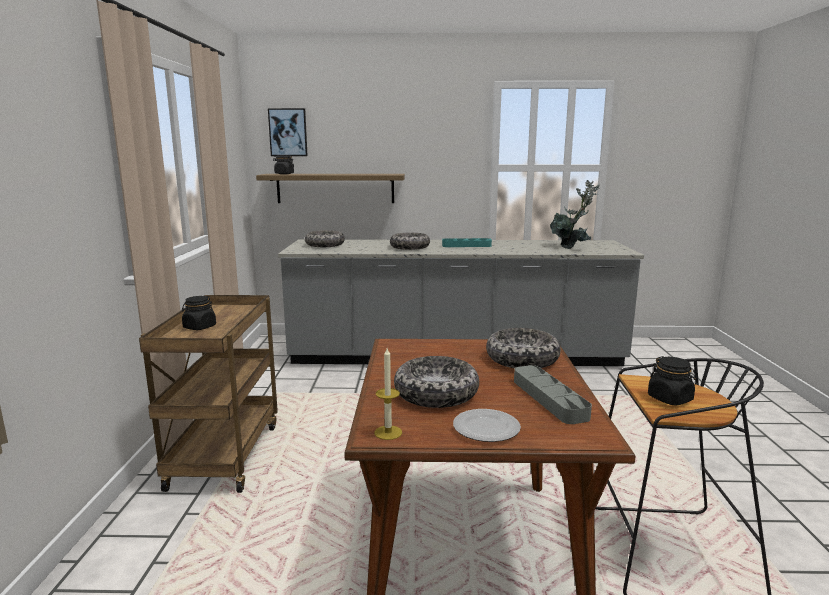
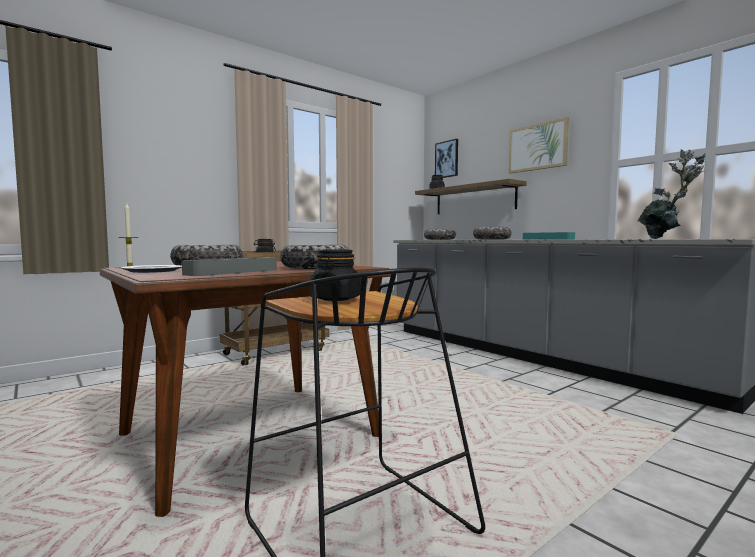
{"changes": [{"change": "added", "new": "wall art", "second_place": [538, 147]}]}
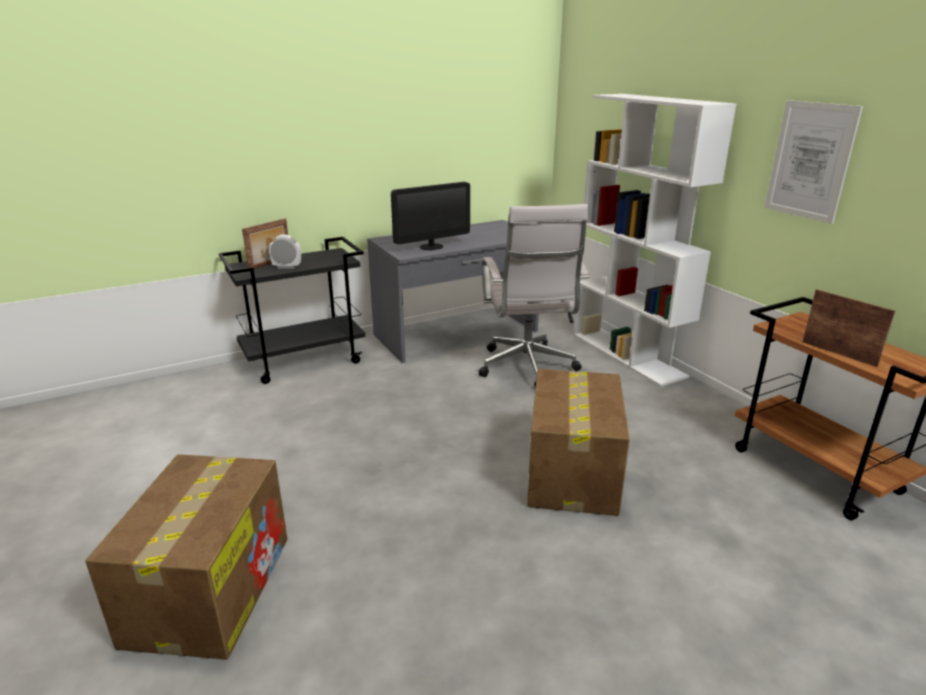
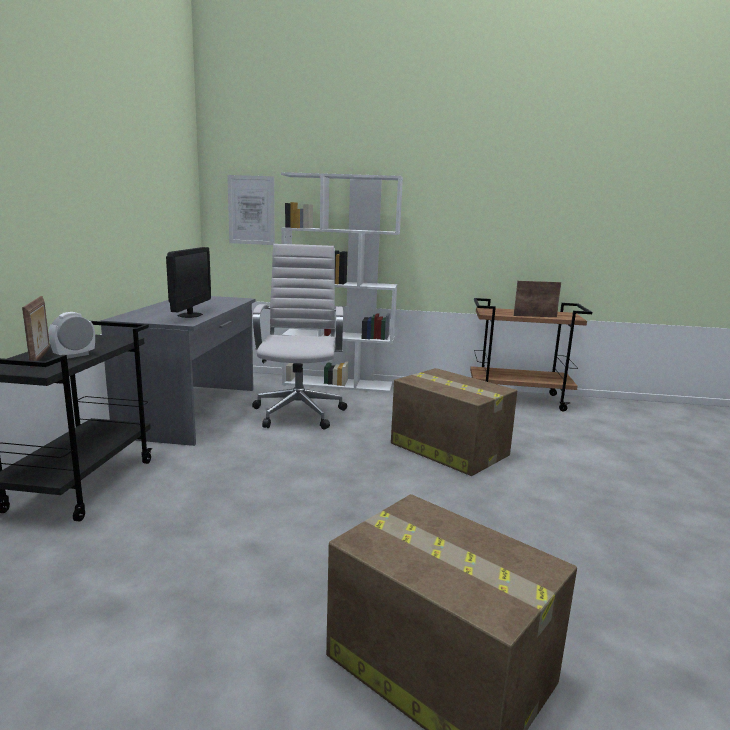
{"changes": [{"change": "moved", "old": "wall art", "first_place": [810, 161], "second_place": [251, 210]}, {"change": "turned", "old": "computer chair/whitish", "first_place": [527, 369], "second_place": [299, 412], "degrees": -120}]}
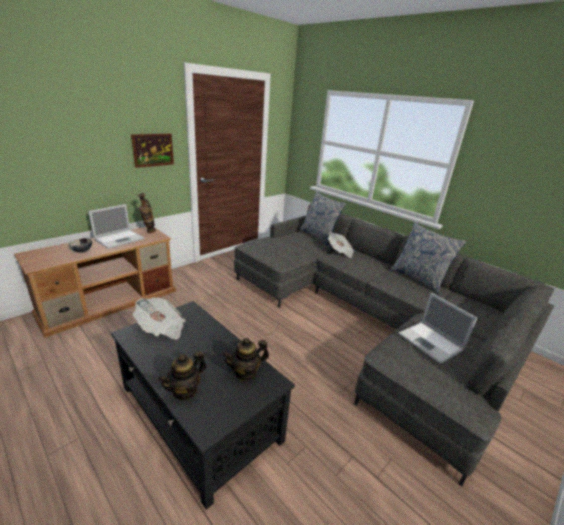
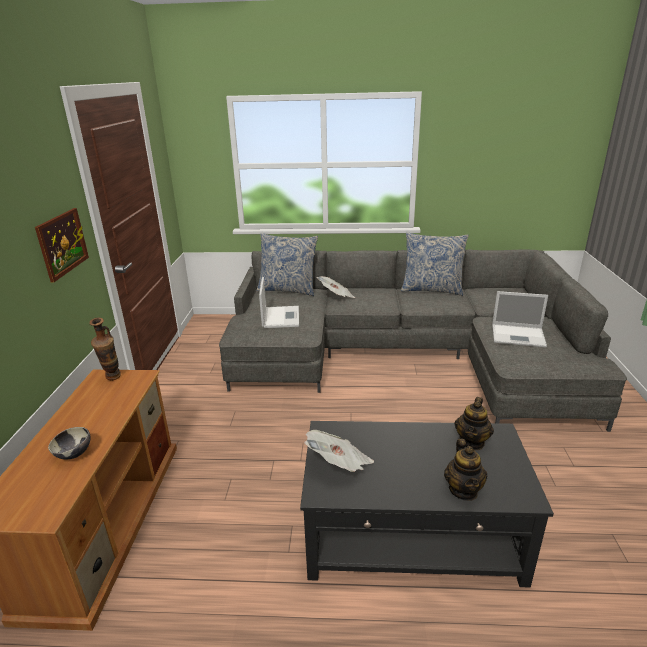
{"changes": [{"change": "moved", "old": "portable computer", "first_place": [120, 239], "second_place": [280, 317]}]}
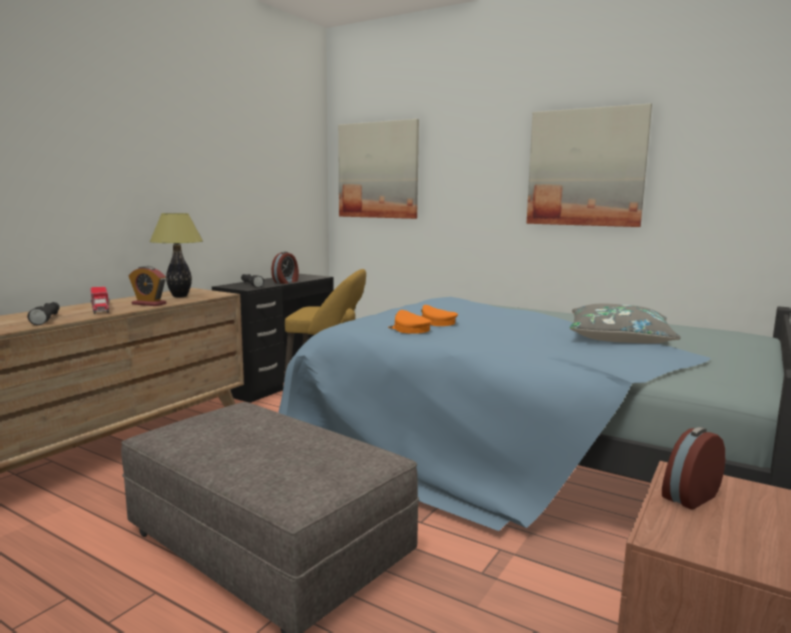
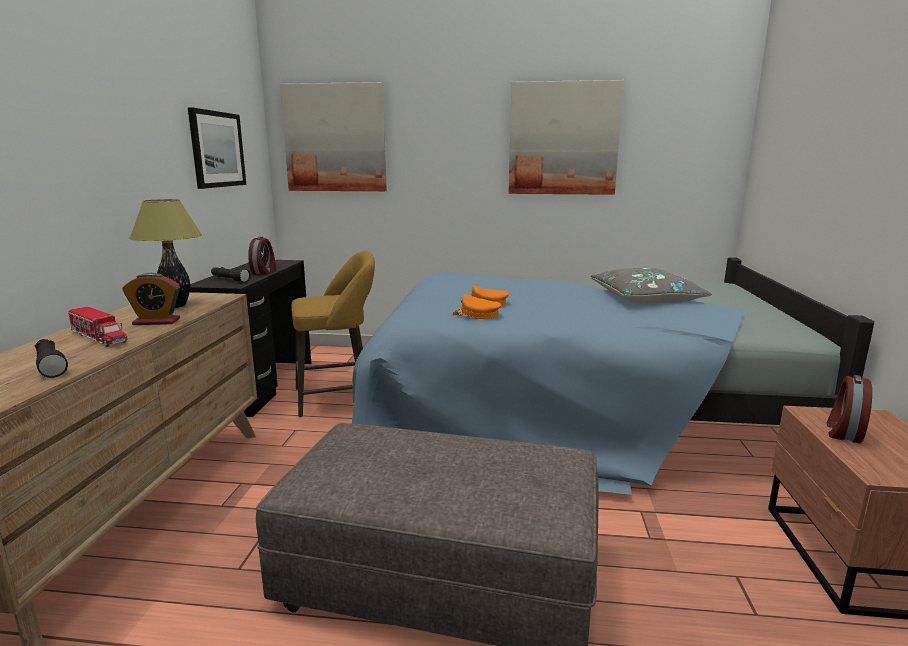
{"changes": [{"change": "added", "new": "wall art", "second_place": [217, 149]}]}
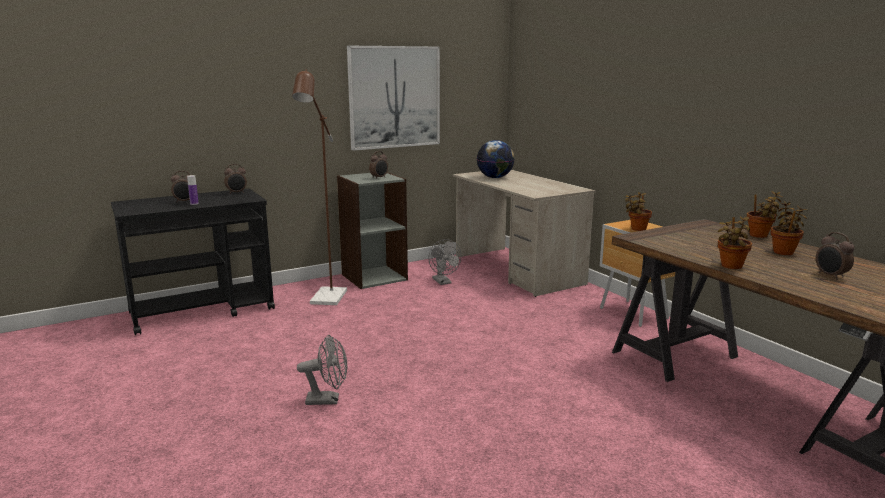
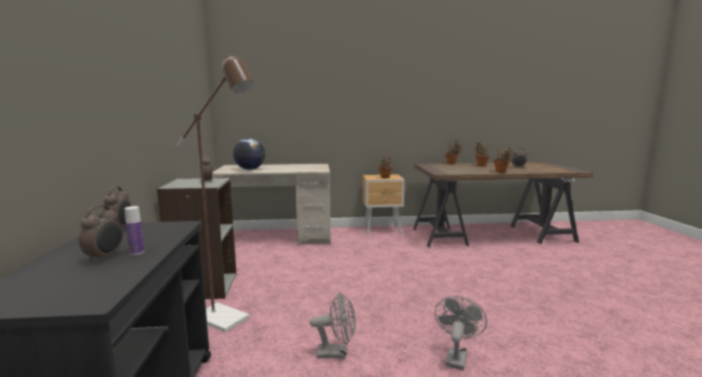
{"changes": [{"change": "moved", "old": "cooling fan/gray", "first_place": [443, 282], "second_place": [337, 353]}, {"change": "removed", "old": "wall art", "first_place": [394, 97]}]}
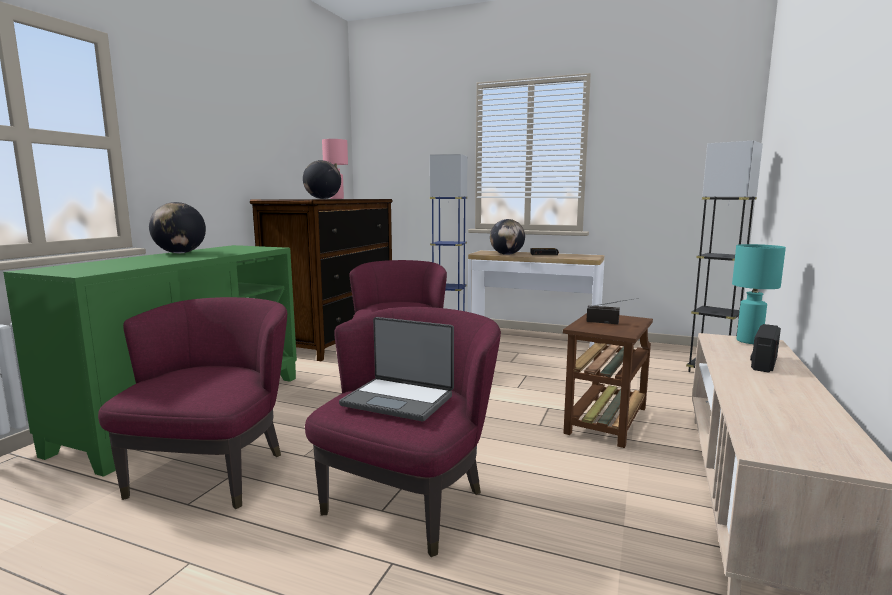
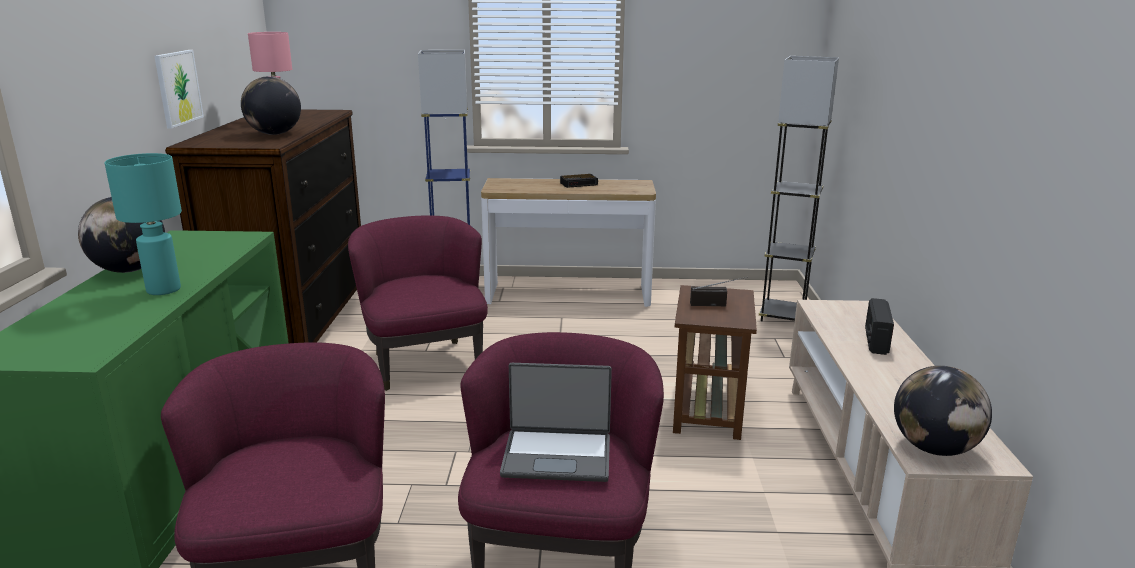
{"changes": [{"change": "moved", "old": "lamp for a table/turquoise-coloured", "first_place": [749, 341], "second_place": [163, 290]}, {"change": "added", "new": "wall art", "second_place": [178, 88]}, {"change": "moved", "old": "world globe", "first_place": [507, 254], "second_place": [934, 448]}]}
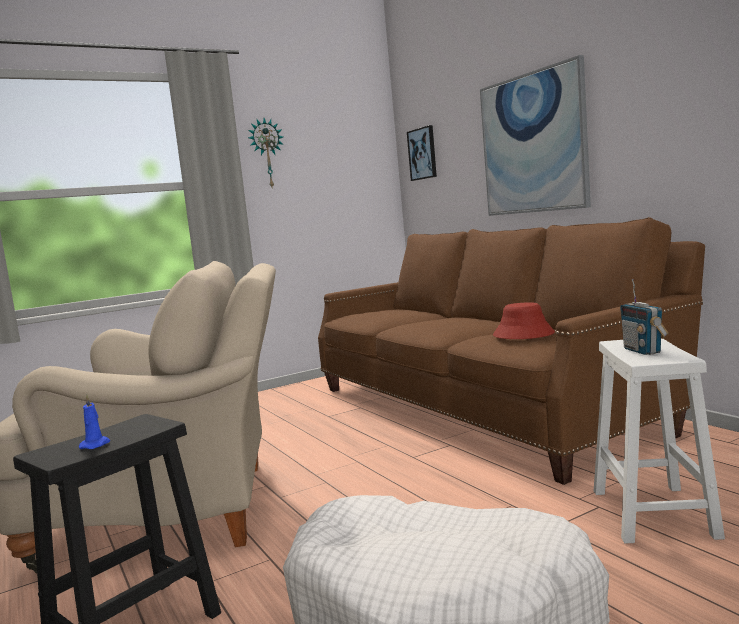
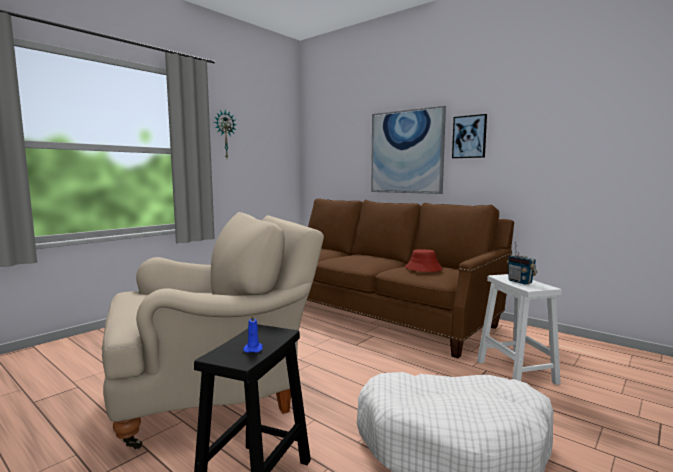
{"changes": [{"change": "moved", "old": "wall art", "first_place": [422, 153], "second_place": [469, 137]}]}
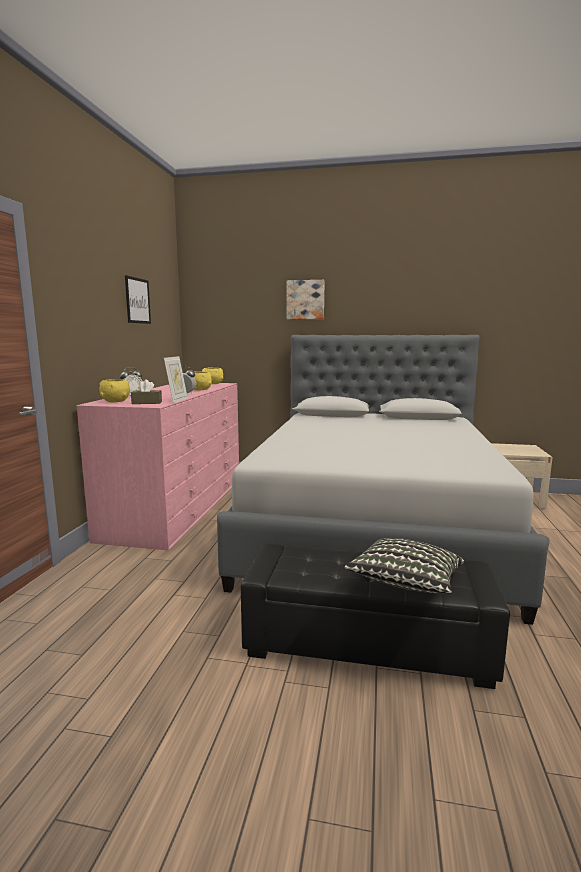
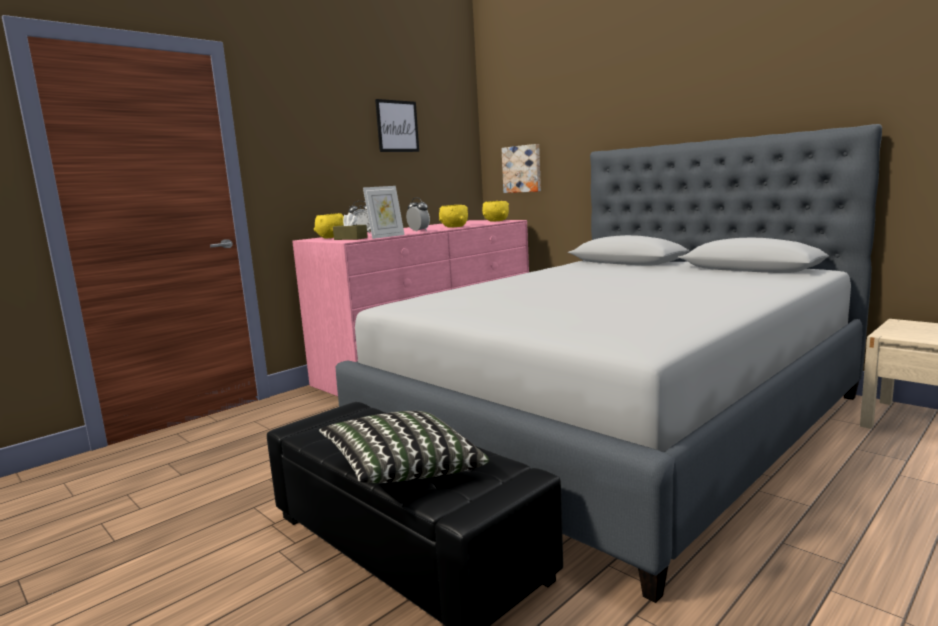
{"changes": [{"change": "moved", "old": "wall art", "first_place": [305, 300], "second_place": [522, 169]}]}
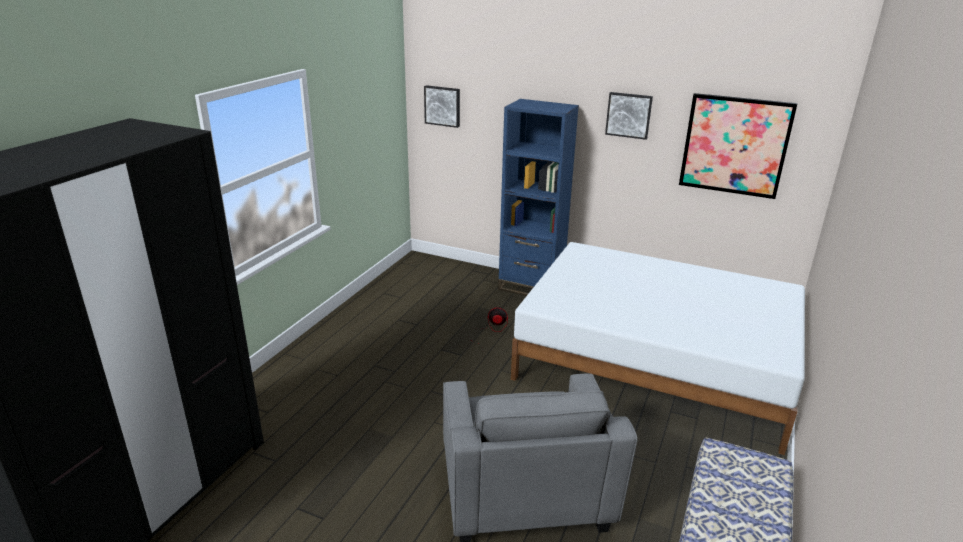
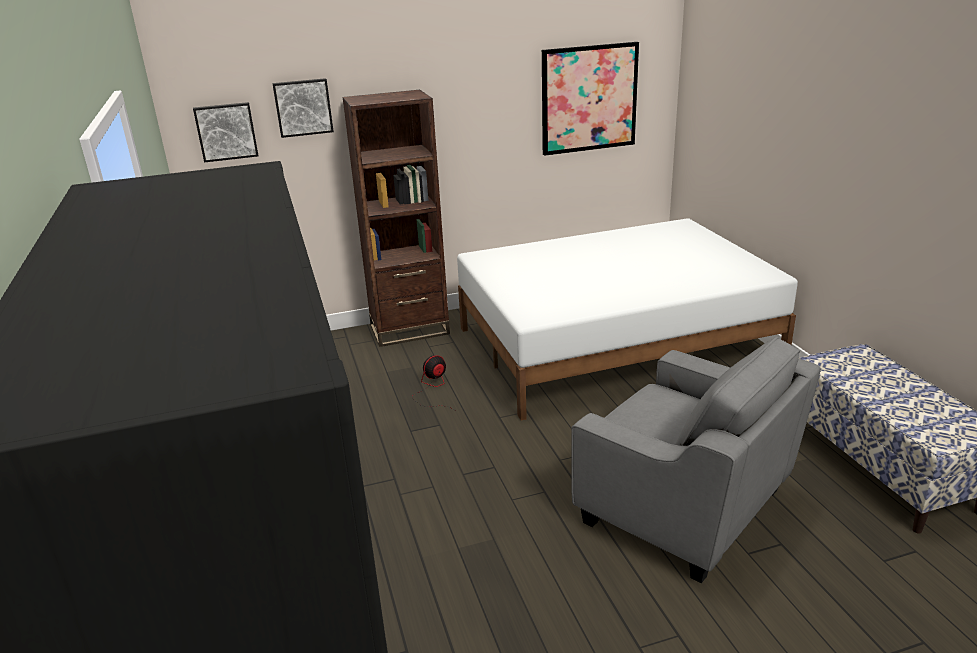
{"changes": [{"change": "moved", "old": "wall art", "first_place": [629, 115], "second_place": [303, 107]}, {"change": "recoloured", "old": "bookshelf/bluish", "new": "bookshelf/brown", "first_place": [531, 287], "second_place": [409, 330]}]}
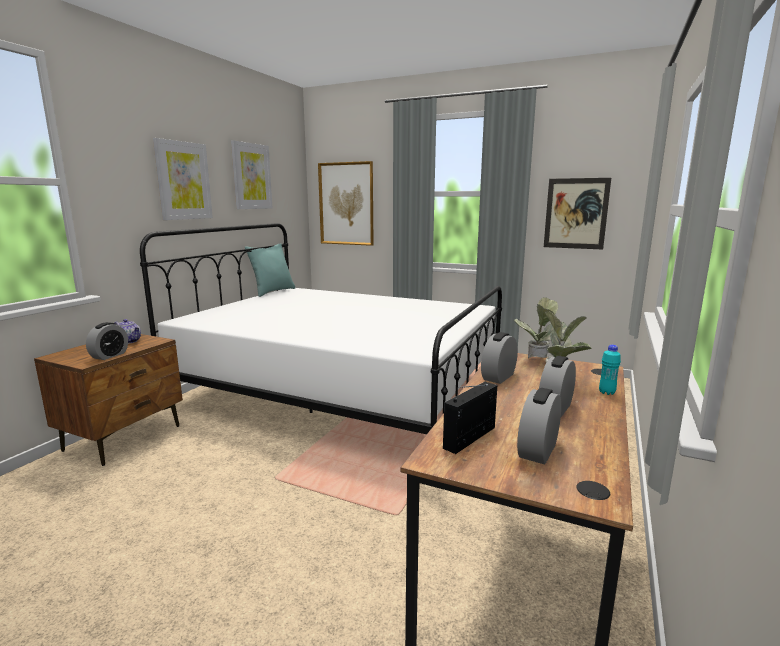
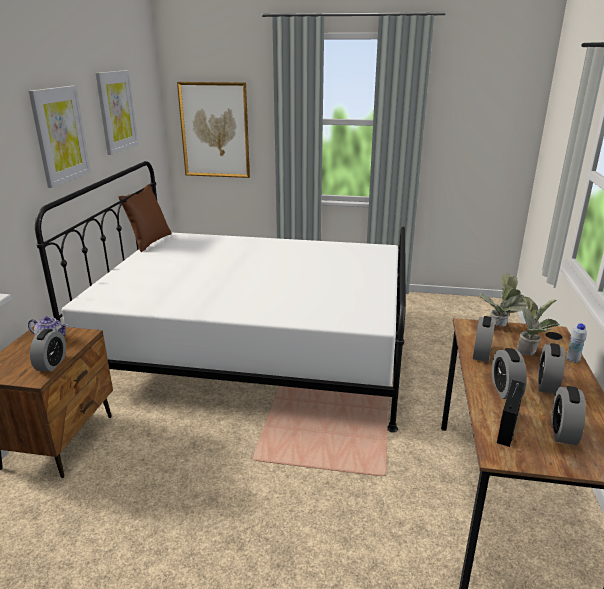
{"changes": [{"change": "recoloured", "old": "cushion/turquoise-coloured", "new": "cushion/brown", "first_place": [272, 292], "second_place": [149, 242]}, {"change": "added", "new": "table clock", "second_place": [505, 390]}, {"change": "recoloured", "old": "beverage bottle/turquoise-coloured", "new": "beverage bottle/whitish", "first_place": [607, 392], "second_place": [572, 360]}, {"change": "removed", "old": "wall art", "first_place": [576, 213]}]}
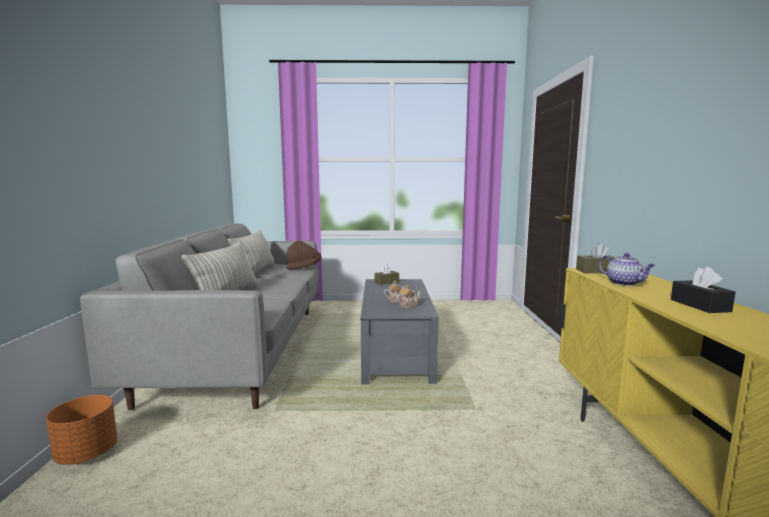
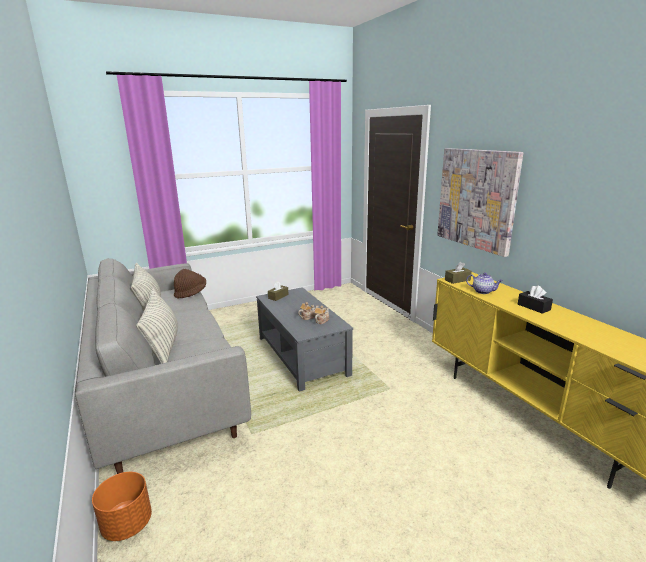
{"changes": [{"change": "added", "new": "wall art", "second_place": [477, 199]}]}
